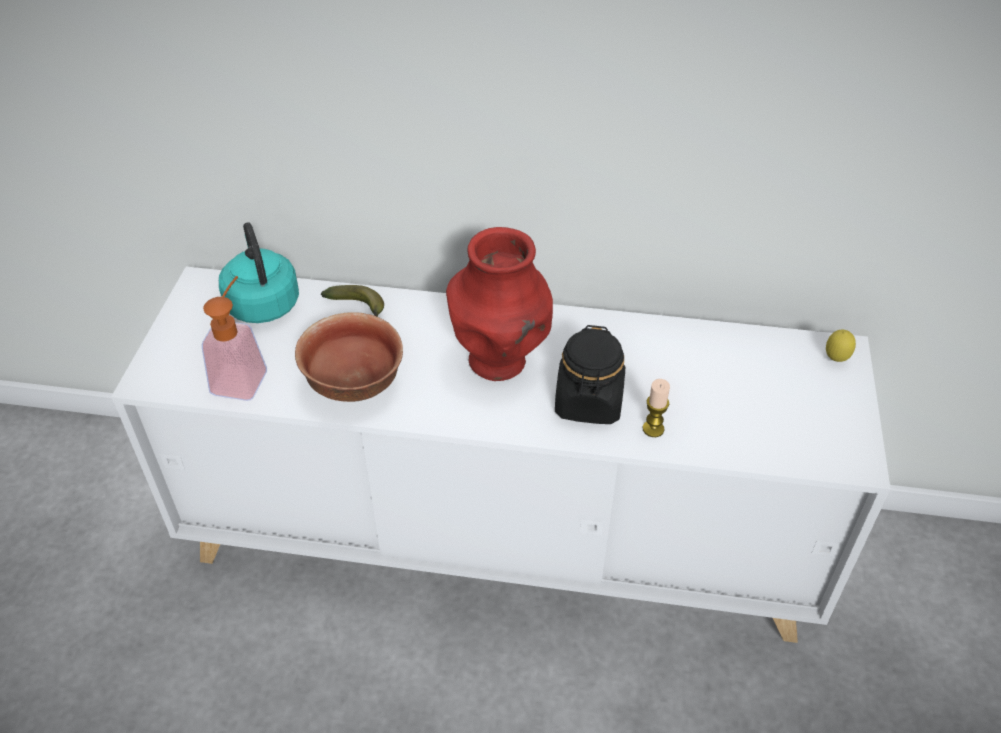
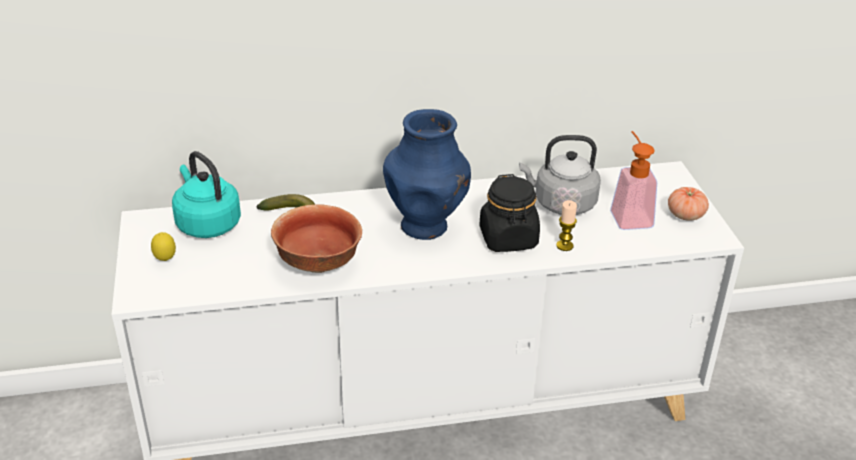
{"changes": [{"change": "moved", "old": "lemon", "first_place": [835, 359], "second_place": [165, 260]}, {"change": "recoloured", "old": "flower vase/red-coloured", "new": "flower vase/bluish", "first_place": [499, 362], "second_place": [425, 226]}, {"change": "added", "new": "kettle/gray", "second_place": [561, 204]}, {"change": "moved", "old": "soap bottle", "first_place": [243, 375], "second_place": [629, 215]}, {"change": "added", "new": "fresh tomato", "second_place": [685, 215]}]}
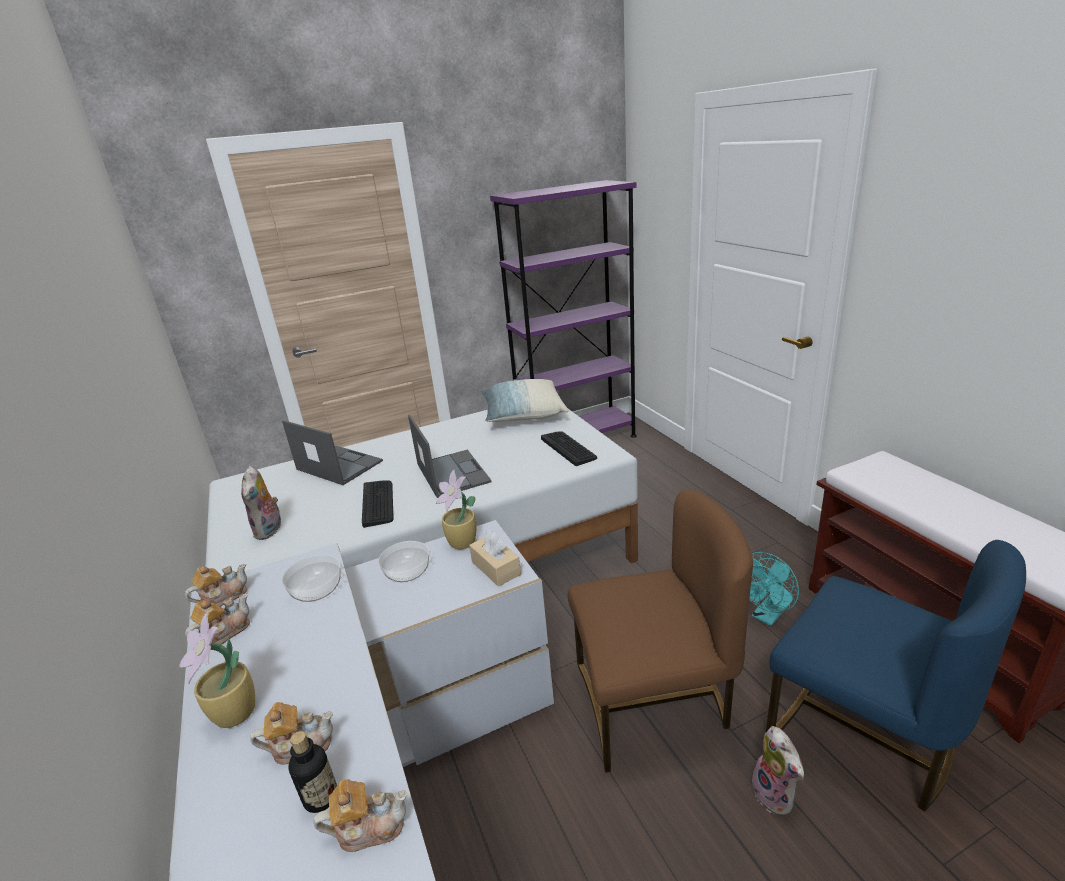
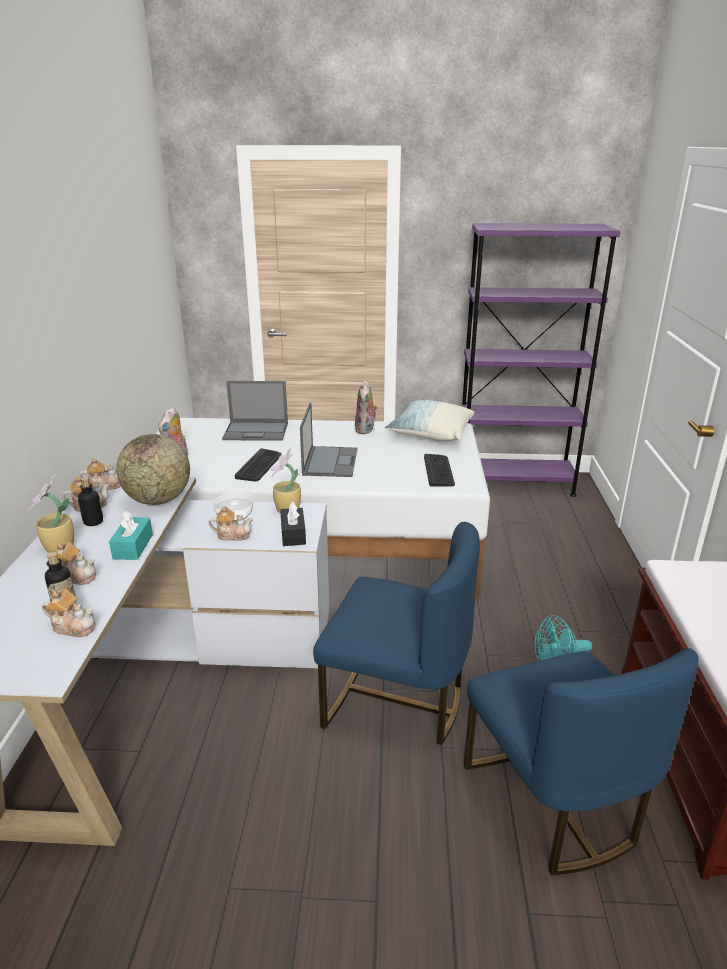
{"changes": [{"change": "added", "new": "beverage bottle", "second_place": [93, 522]}, {"change": "added", "new": "tissue box/turquoise-coloured", "second_place": [133, 546]}, {"change": "replaced", "old": "serving bowl", "new": "world globe", "first_place": [317, 589], "second_place": [158, 500]}, {"change": "added", "new": "tea pot", "second_place": [232, 535]}, {"change": "turned", "old": "portable computer", "first_place": [338, 465], "second_place": [257, 431], "degrees": 120}, {"change": "recoloured", "old": "tissue box/beige-coloured", "new": "tissue box/black", "first_place": [496, 568], "second_place": [293, 534]}, {"change": "recoloured", "old": "plain chair/brown", "new": "plain chair/bluish", "first_place": [652, 703], "second_place": [396, 701]}, {"change": "moved", "old": "cuddly toy", "first_place": [776, 795], "second_place": [366, 430]}]}
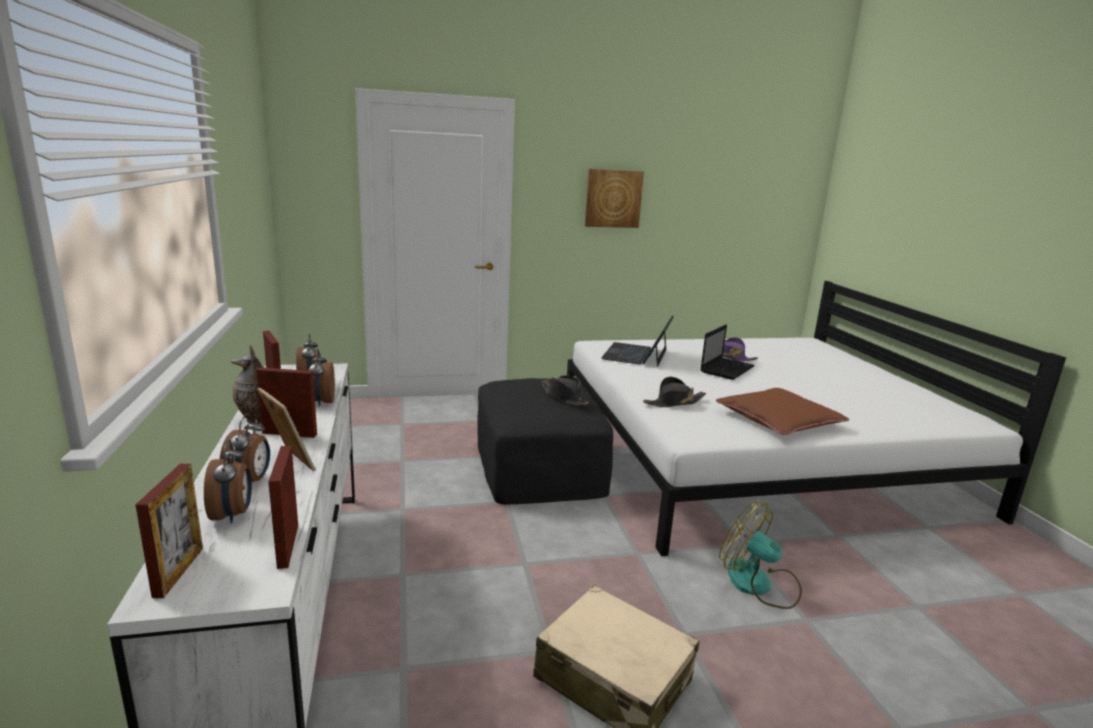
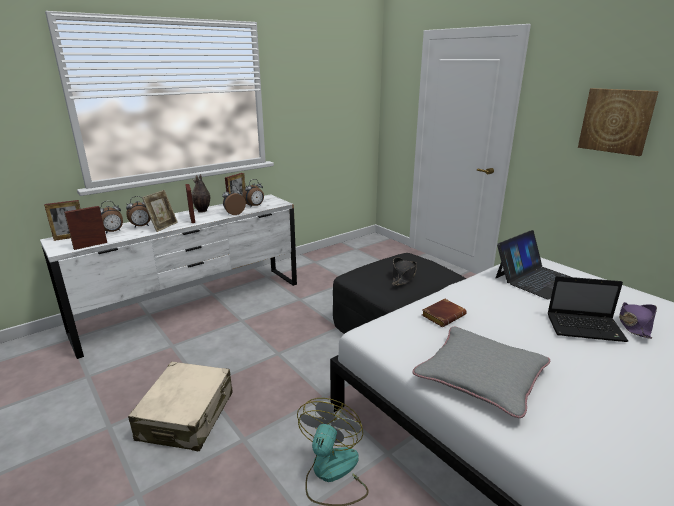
{"changes": [{"change": "recoloured", "old": "cushion/brown", "new": "cushion/gray", "first_place": [778, 420], "second_place": [480, 376]}, {"change": "replaced", "old": "hat/black", "new": "volume/brown", "first_place": [674, 402], "second_place": [443, 315]}, {"change": "turned", "old": "portable computer", "first_place": [636, 354], "second_place": [536, 279], "degrees": 150}]}
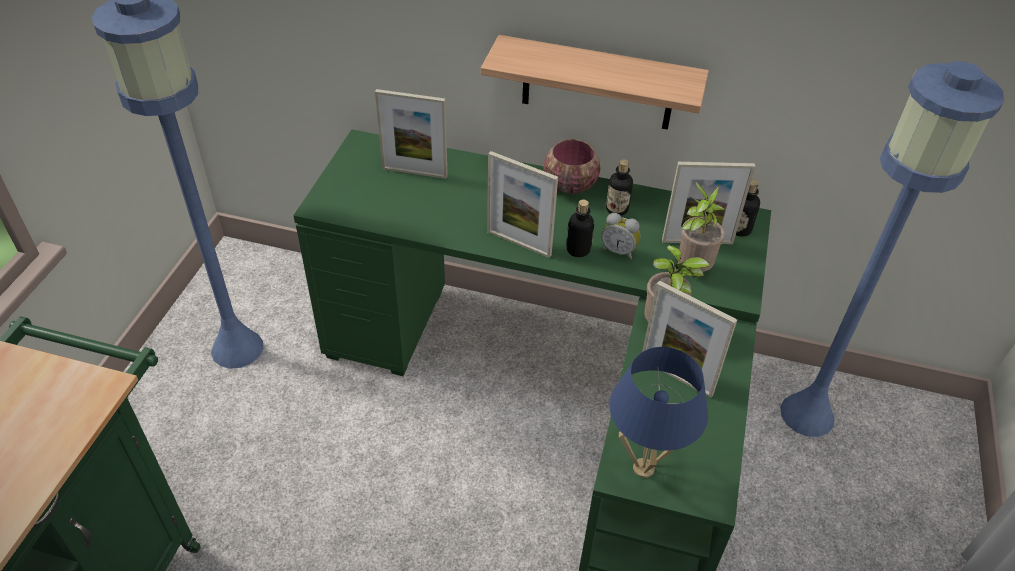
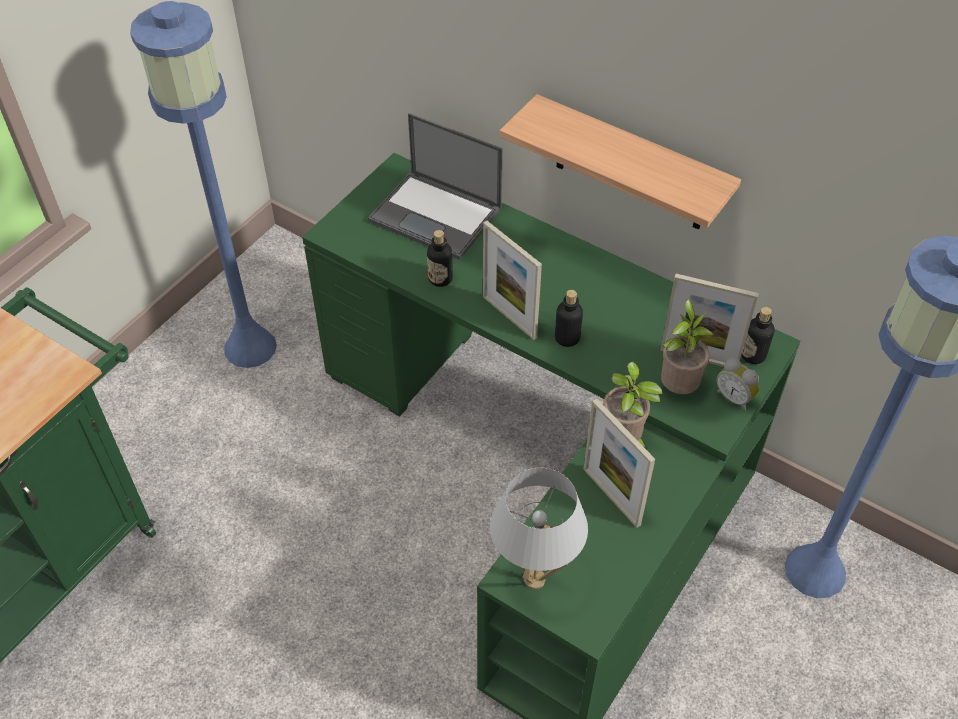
{"changes": [{"change": "replaced", "old": "picture frame", "new": "portable computer", "first_place": [414, 172], "second_place": [437, 215]}, {"change": "moved", "old": "beverage bottle", "first_place": [617, 209], "second_place": [440, 278]}, {"change": "recoloured", "old": "lamp for a table/bluish", "new": "lamp for a table/whitish", "first_place": [644, 468], "second_place": [535, 579]}, {"change": "moved", "old": "table clock", "first_place": [619, 251], "second_place": [734, 397]}, {"change": "removed", "old": "serving bowl", "first_place": [568, 186]}]}
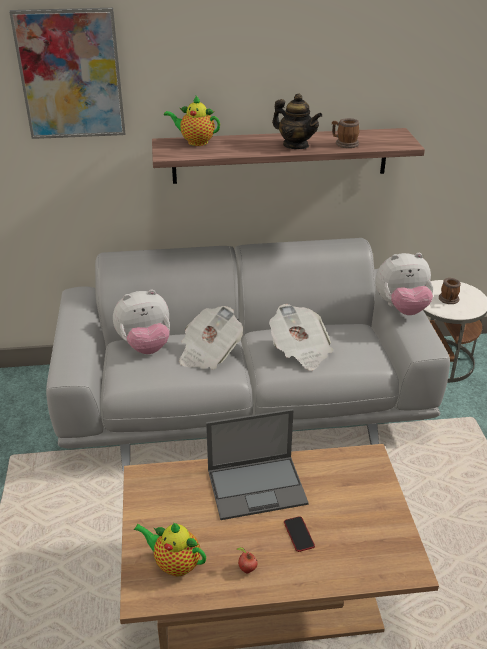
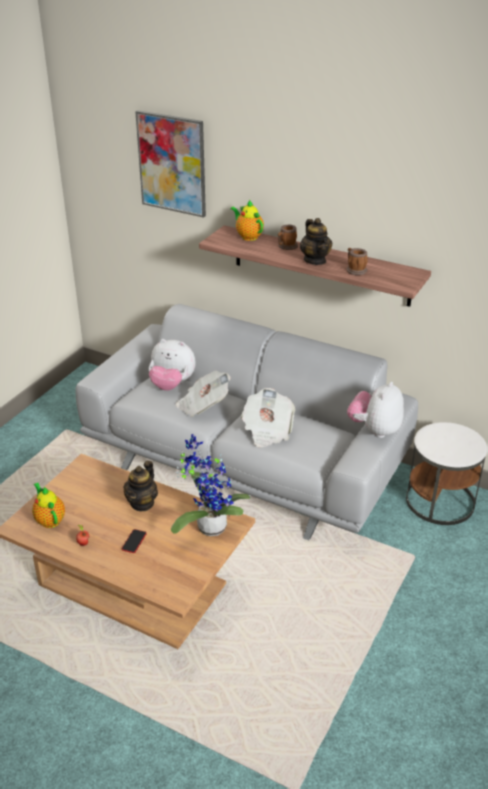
{"changes": [{"change": "replaced", "old": "portable computer", "new": "tea pot", "first_place": [258, 486], "second_place": [142, 503]}, {"change": "added", "new": "potted plant", "second_place": [209, 525]}, {"change": "moved", "old": "mug", "first_place": [448, 300], "second_place": [286, 246]}, {"change": "turned", "old": "cuddly toy", "first_place": [401, 308], "second_place": [374, 430], "degrees": 90}]}
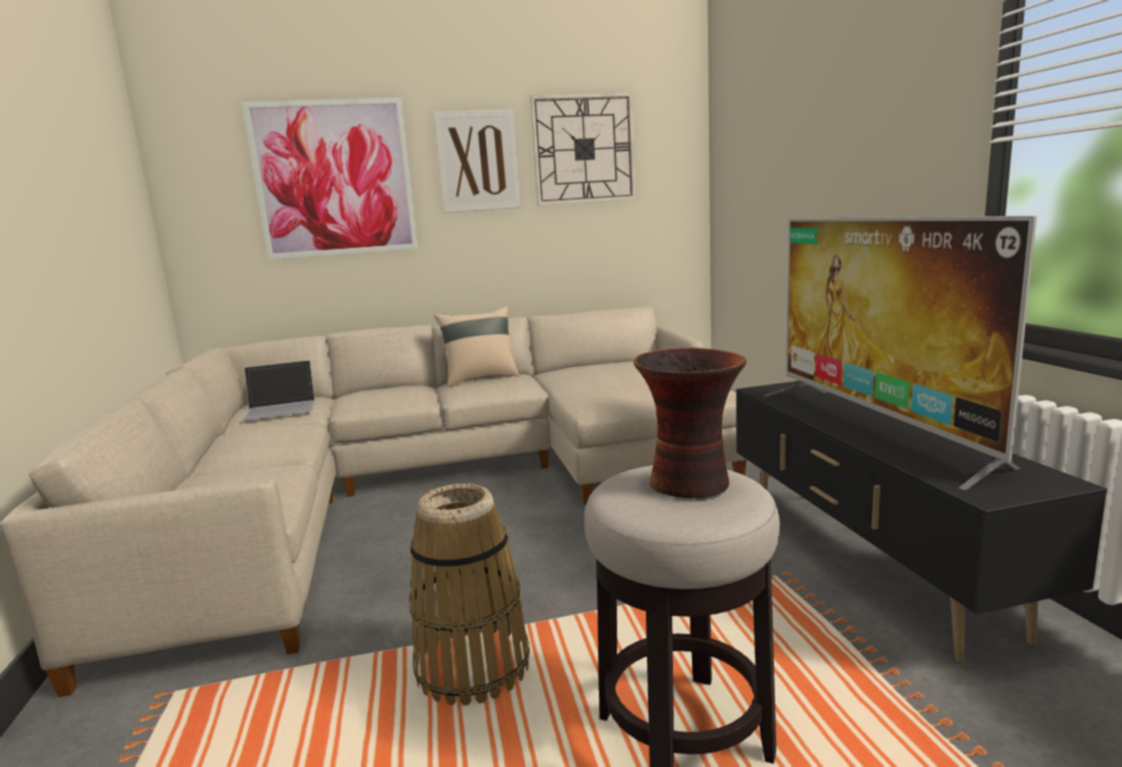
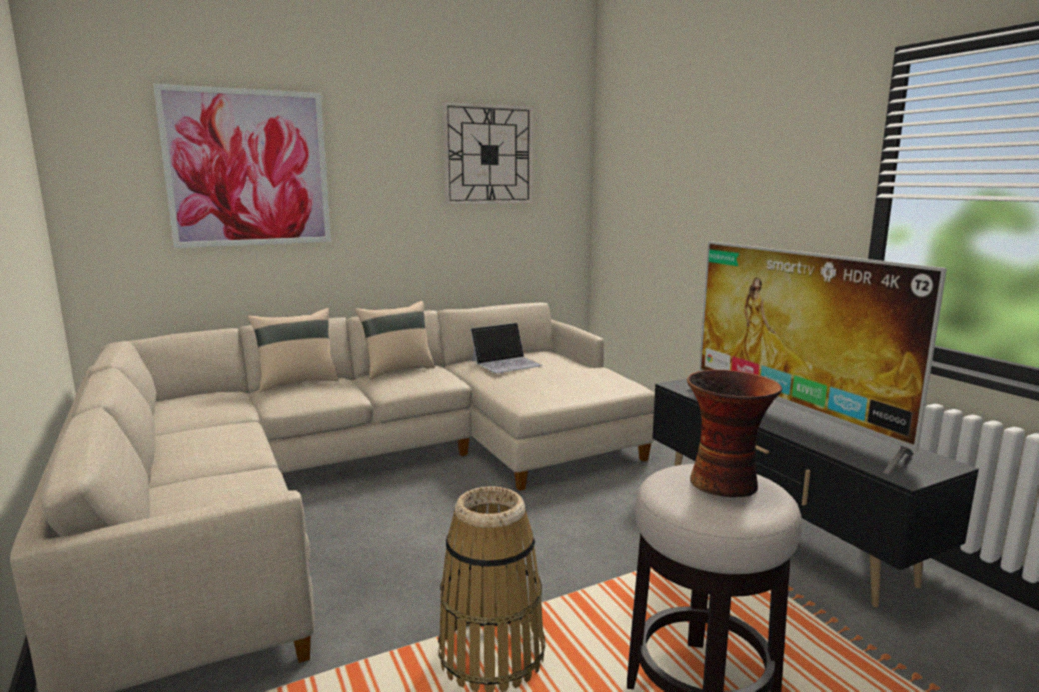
{"changes": [{"change": "added", "new": "cushion/beige-coloured", "second_place": [297, 382]}, {"change": "moved", "old": "portable computer", "first_place": [281, 408], "second_place": [506, 363]}, {"change": "removed", "old": "wall art", "first_place": [478, 161]}]}
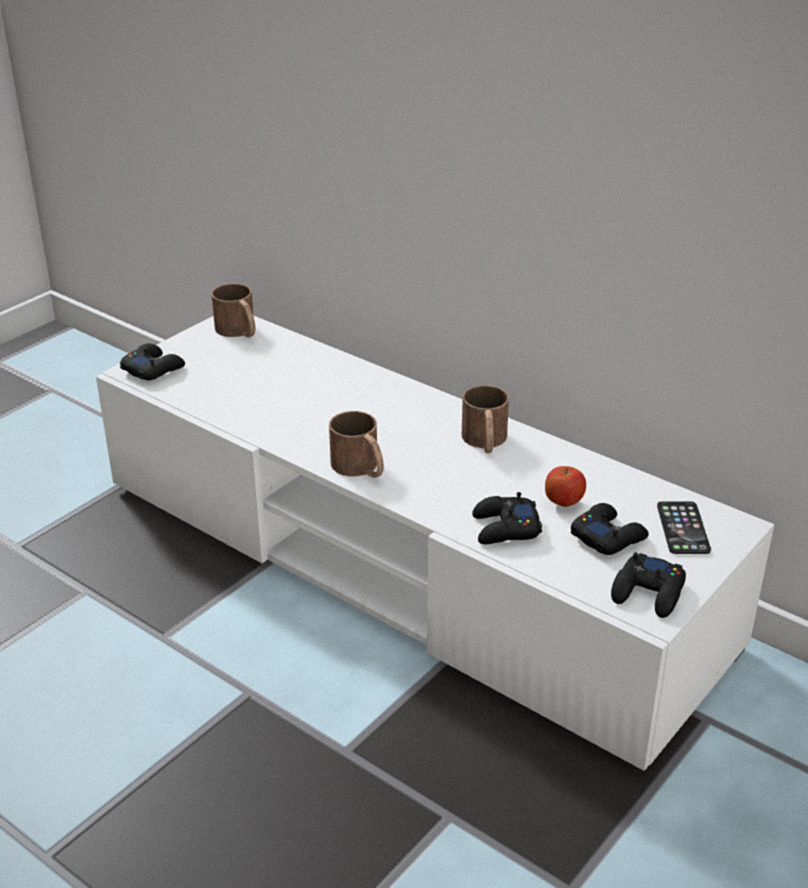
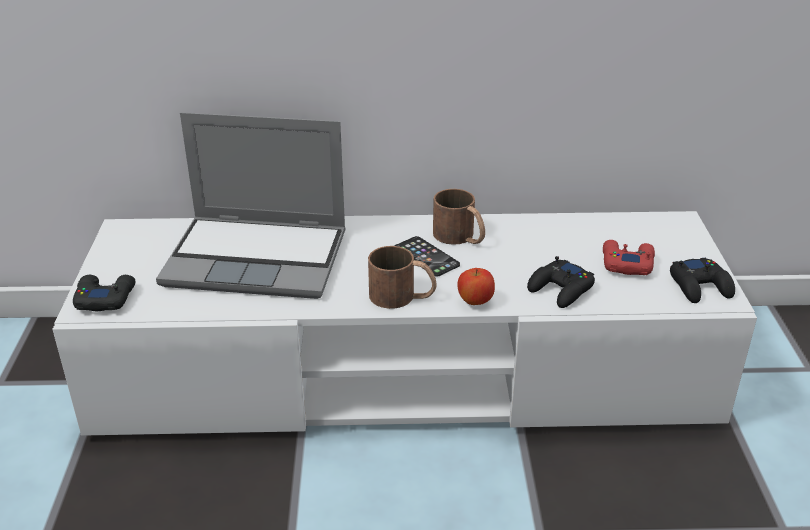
{"changes": [{"change": "added", "new": "portable computer", "second_place": [259, 258]}, {"change": "moved", "old": "telephone", "first_place": [683, 528], "second_place": [426, 257]}, {"change": "moved", "old": "whole apple", "first_place": [563, 503], "second_place": [475, 302]}, {"change": "recoloured", "old": "gamepad/black", "new": "gamepad/red-coloured", "first_place": [608, 536], "second_place": [626, 263]}, {"change": "removed", "old": "mug/brown", "first_place": [239, 331]}]}
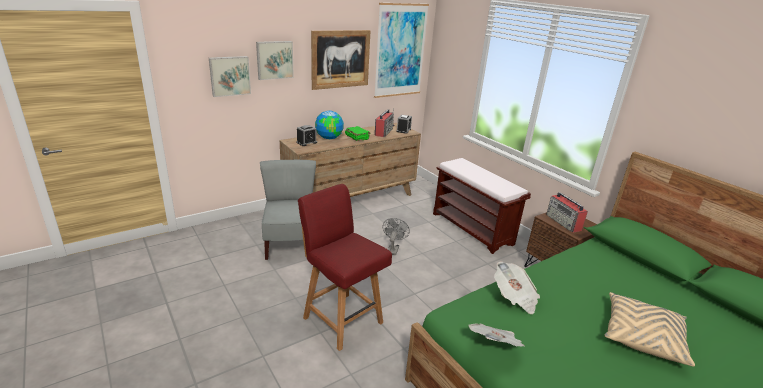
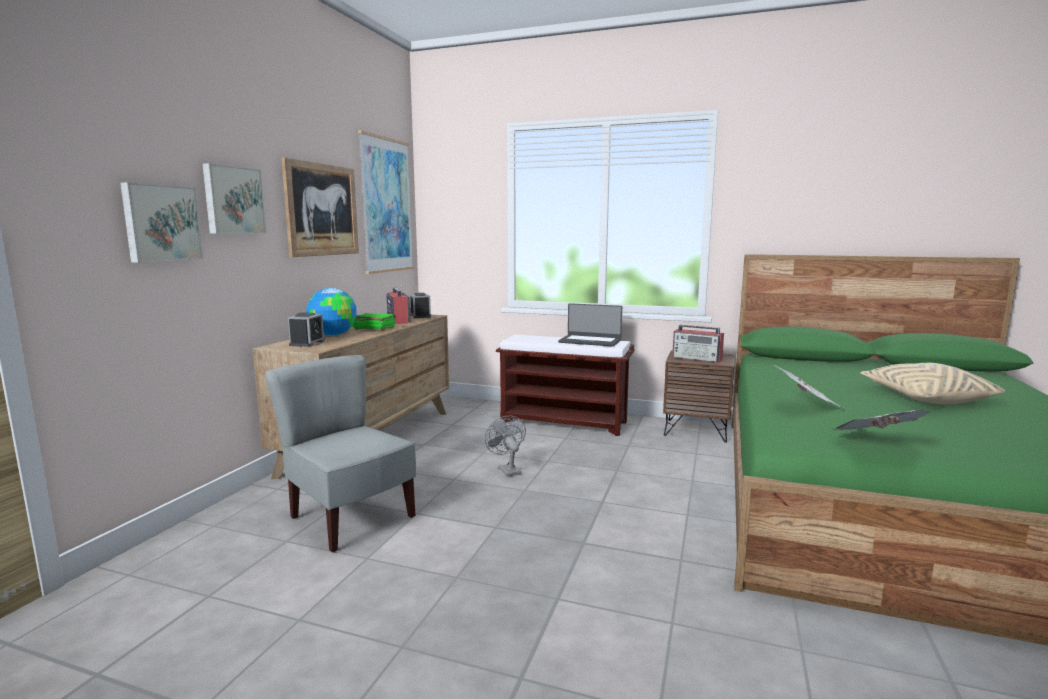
{"changes": [{"change": "added", "new": "portable computer", "second_place": [590, 341]}, {"change": "removed", "old": "plain chair/red-coloured", "first_place": [342, 319]}]}
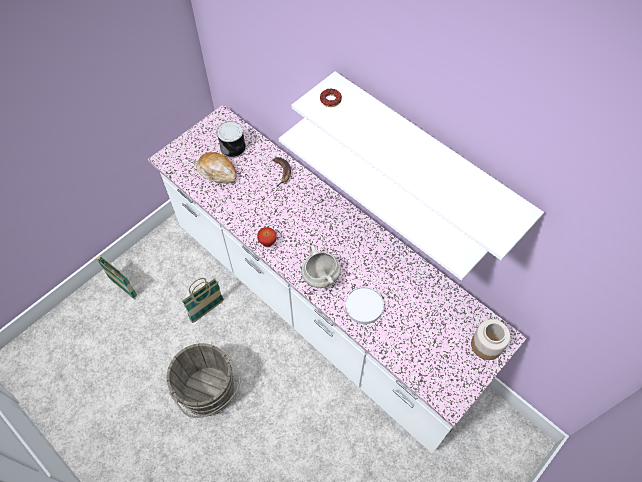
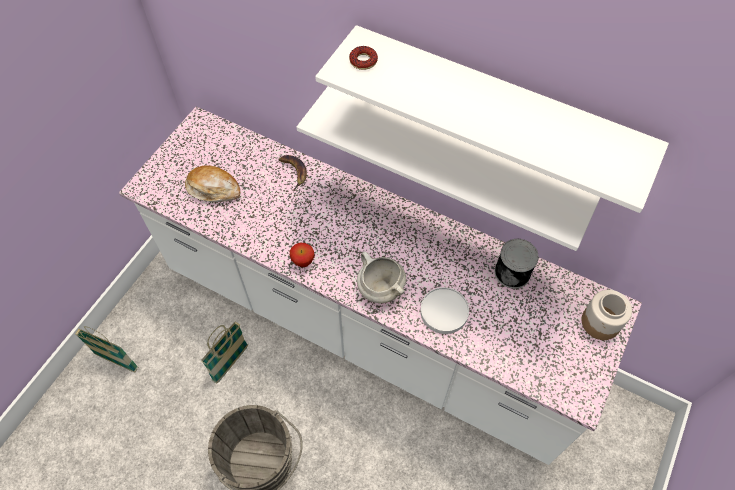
{"changes": [{"change": "moved", "old": "metal can", "first_place": [233, 147], "second_place": [513, 271]}]}
